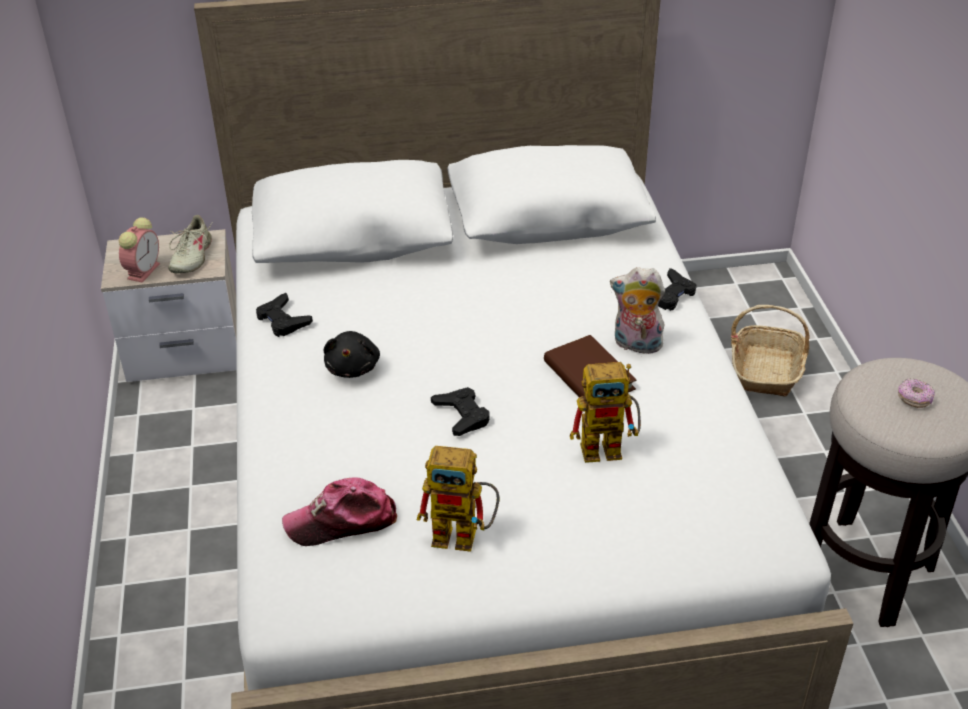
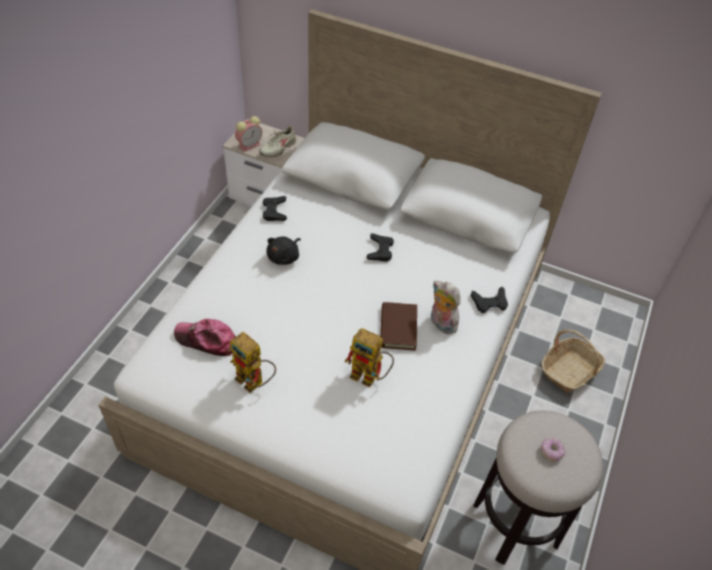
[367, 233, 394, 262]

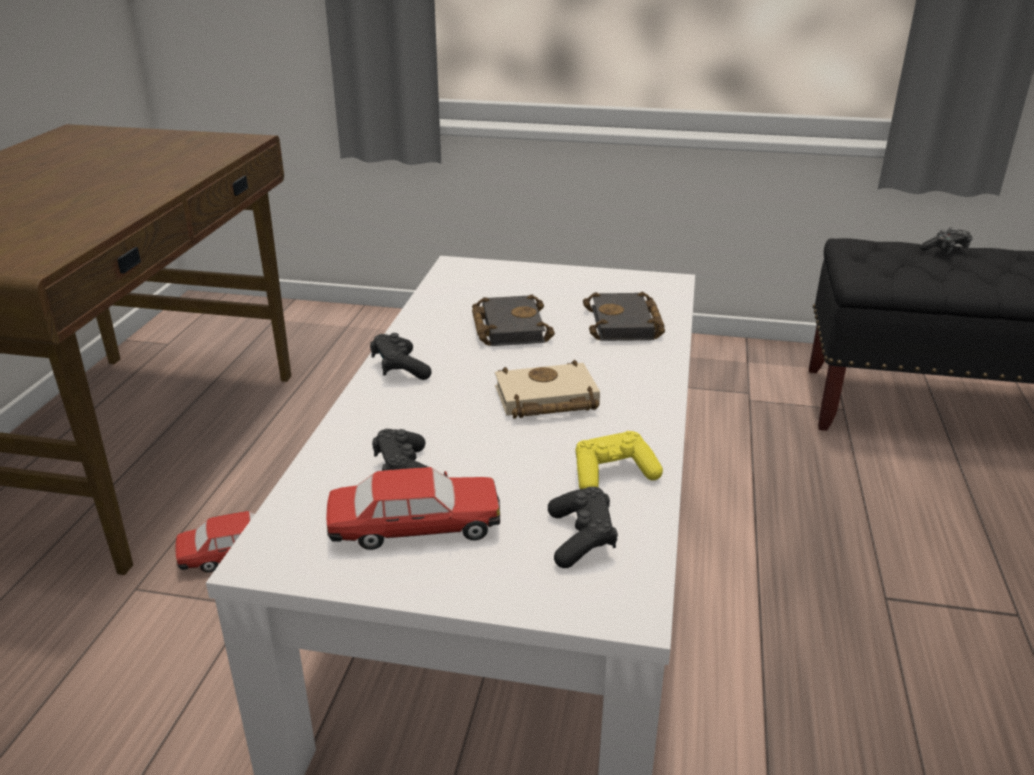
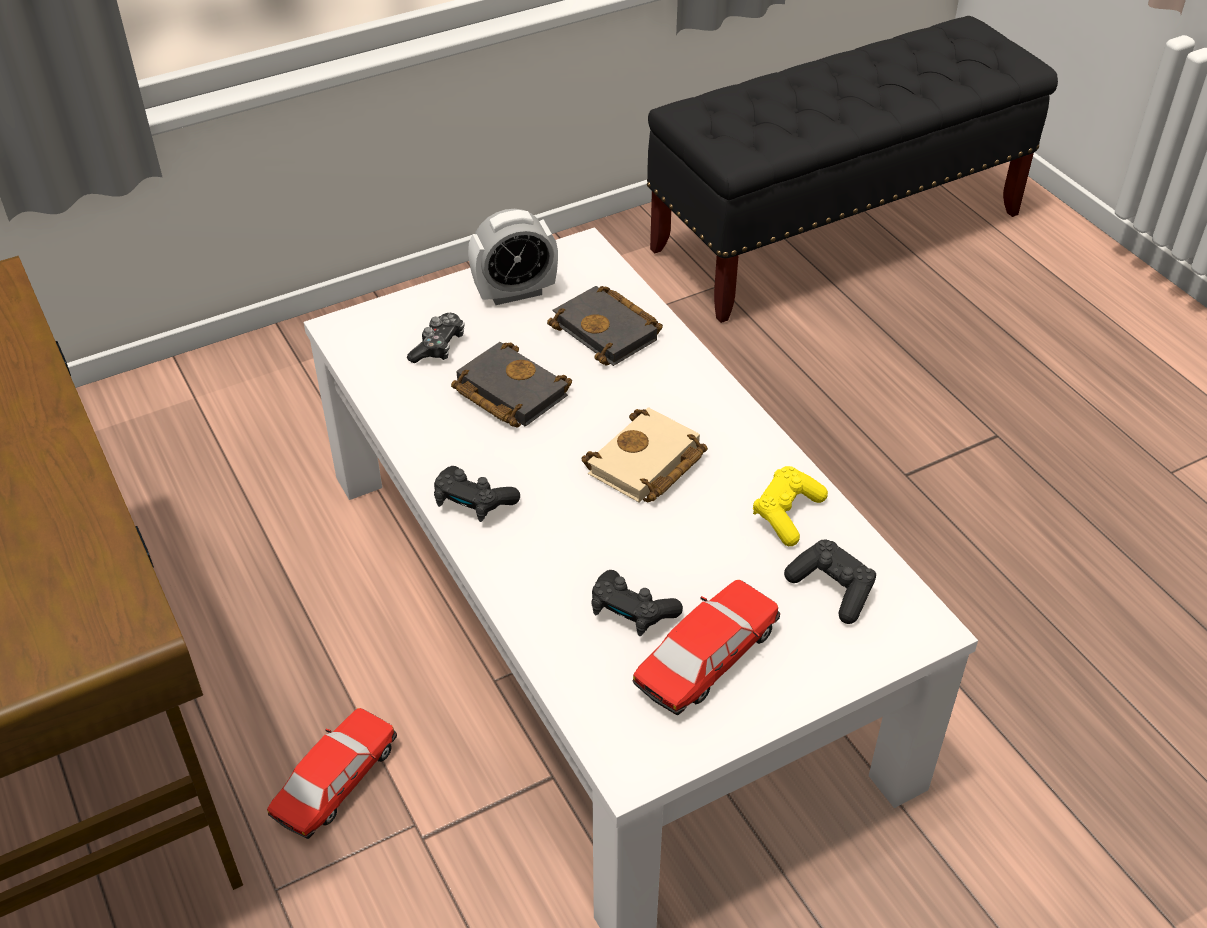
[407, 313, 465, 363]
[468, 209, 558, 305]

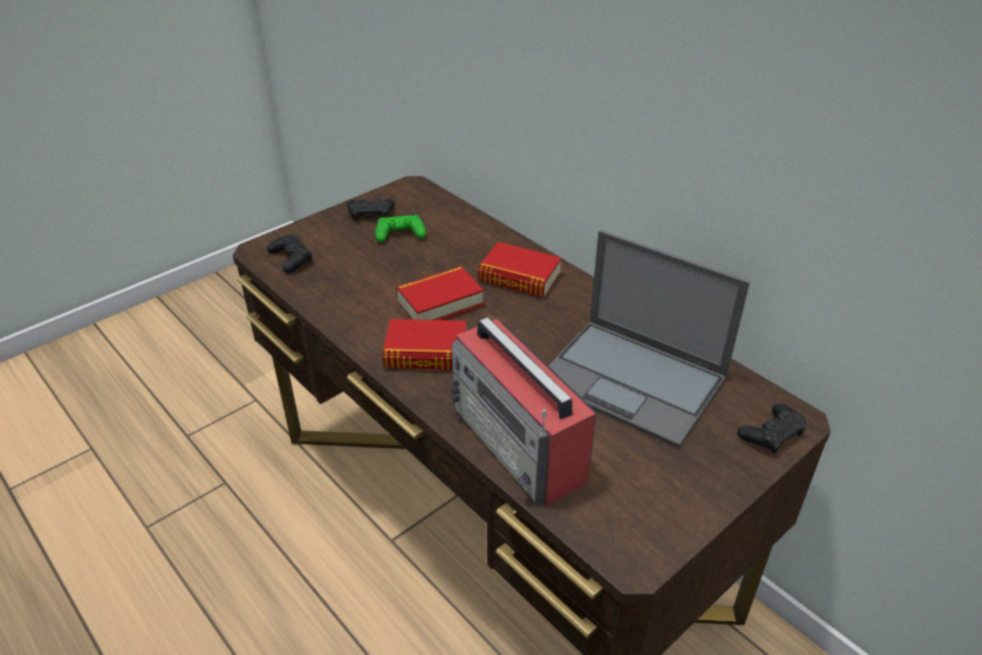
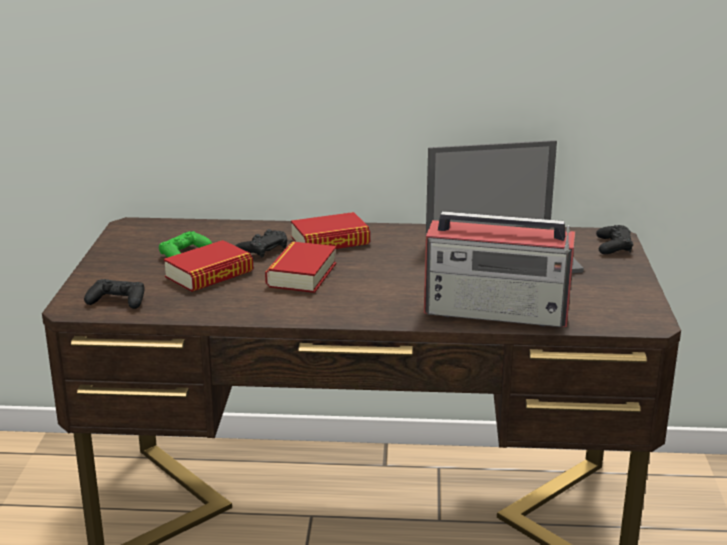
[164, 240, 253, 292]
[235, 229, 287, 258]

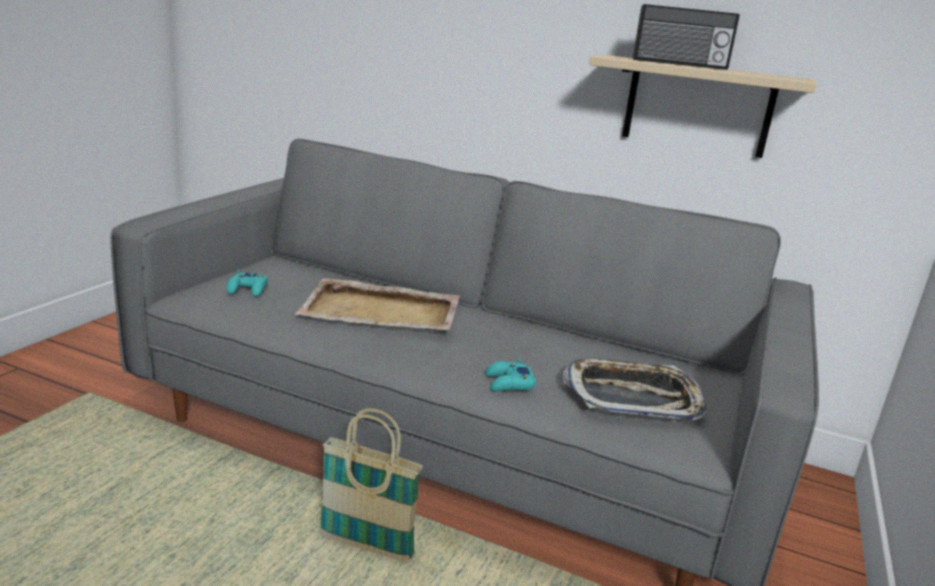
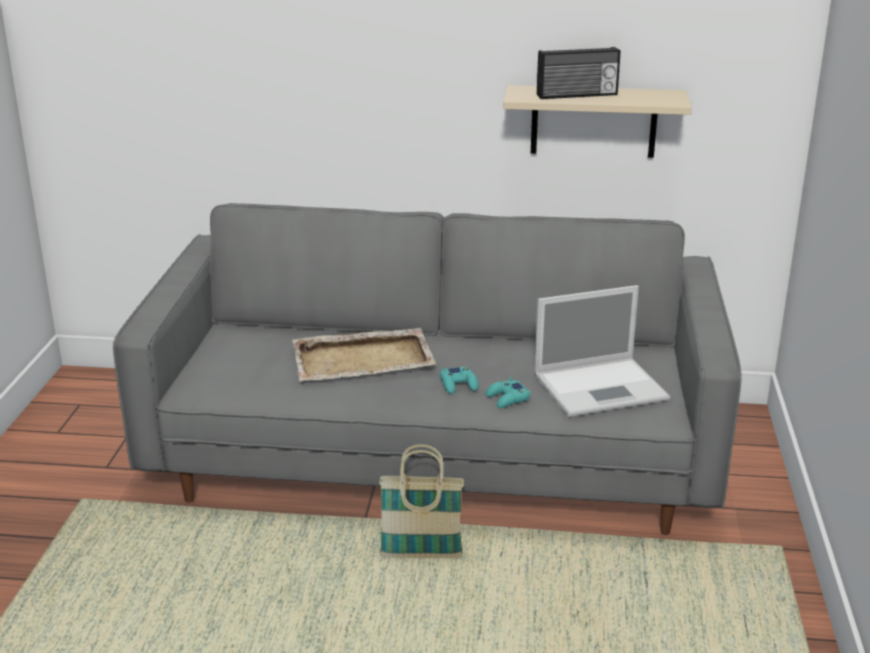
[440, 367, 478, 394]
[534, 285, 670, 417]

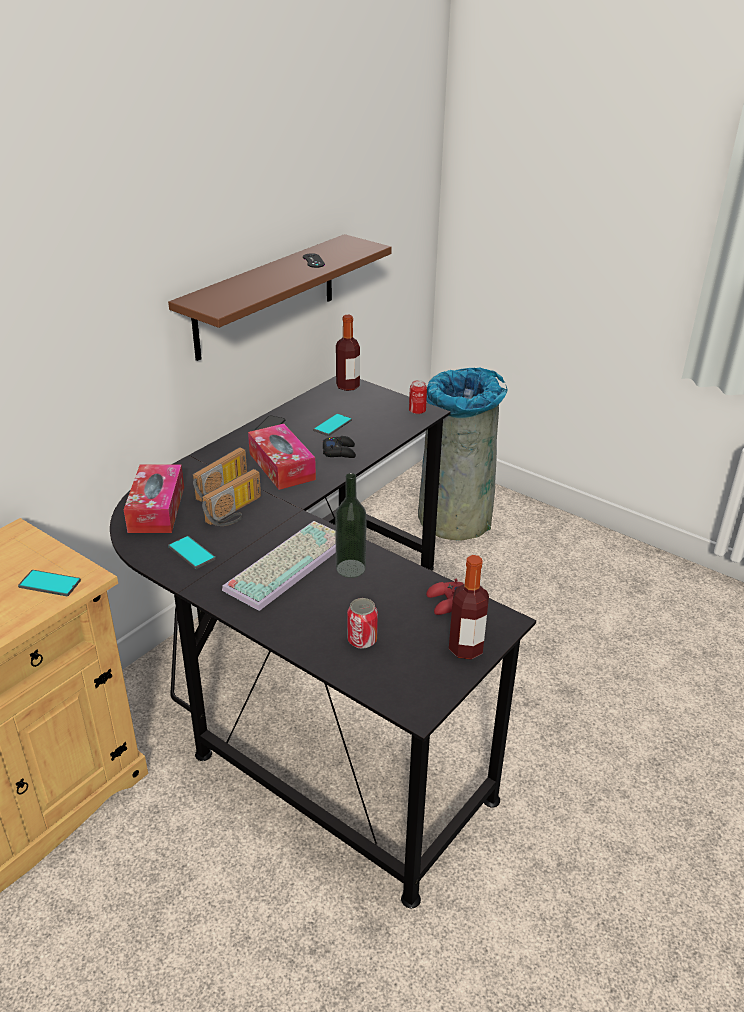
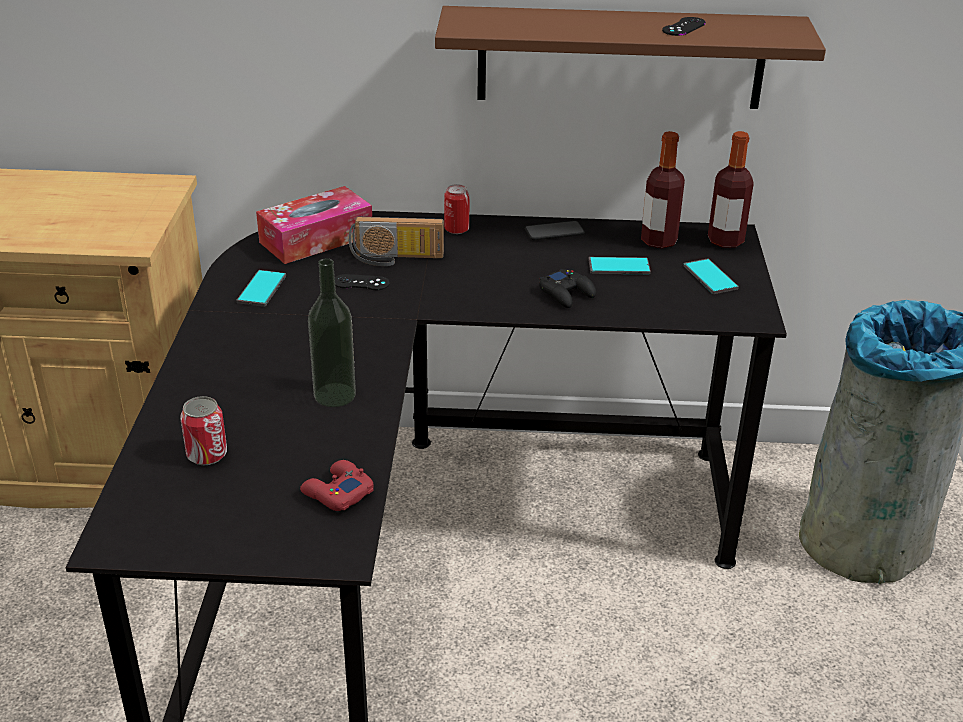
[335, 274, 390, 290]
[444, 184, 469, 234]
[641, 131, 685, 249]
[683, 258, 739, 294]
[222, 521, 336, 611] (first image)
[248, 424, 316, 490] (first image)

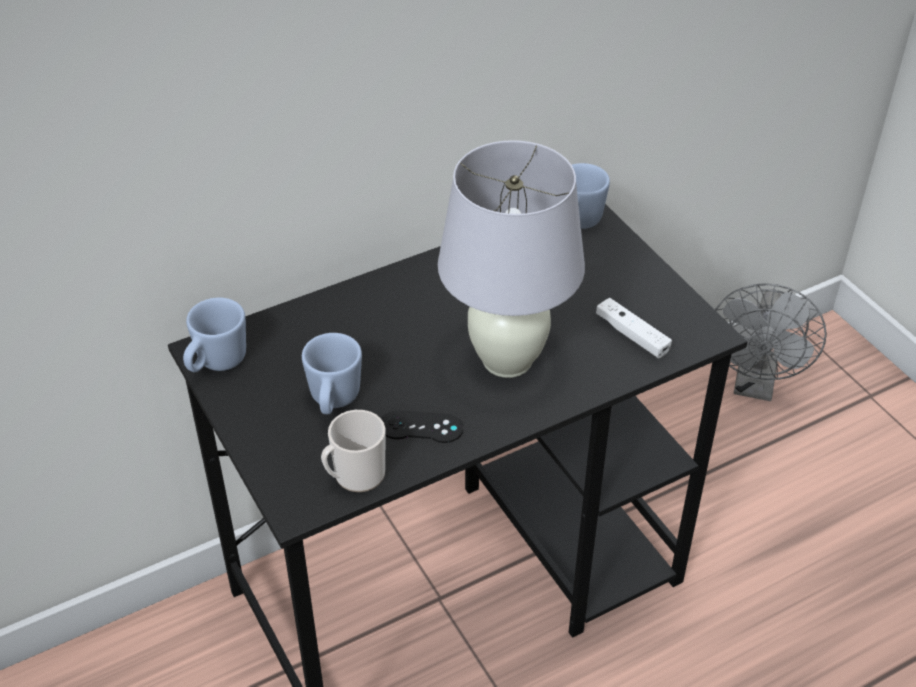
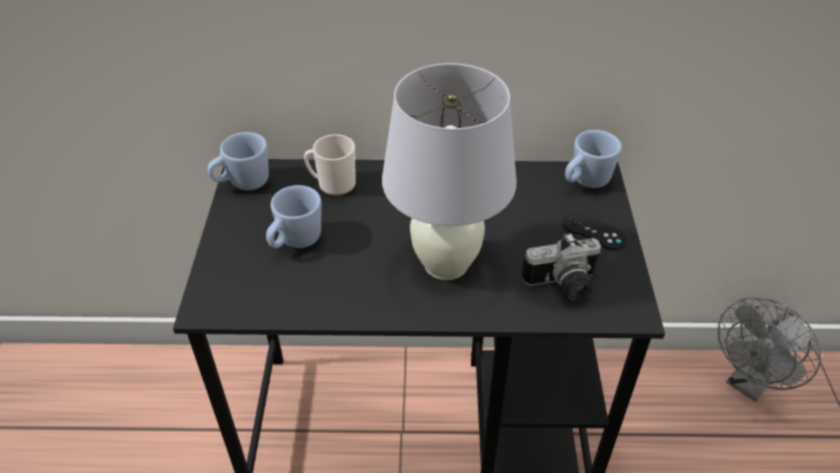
[304, 134, 356, 196]
[522, 233, 601, 301]
[562, 213, 627, 250]

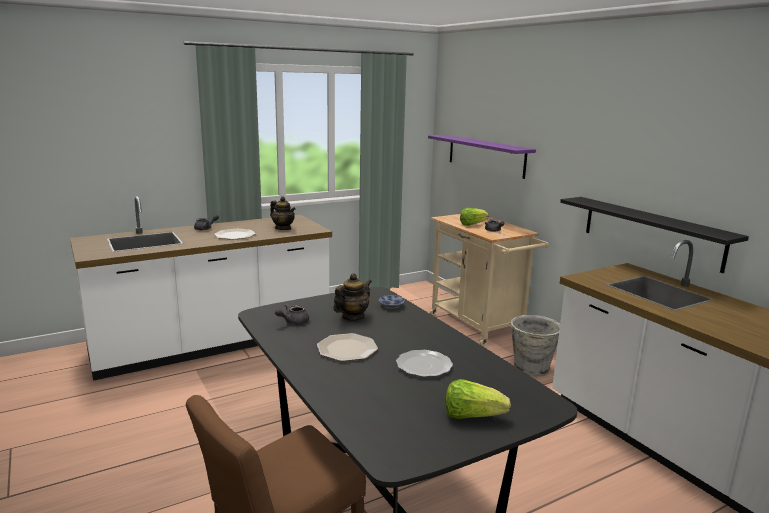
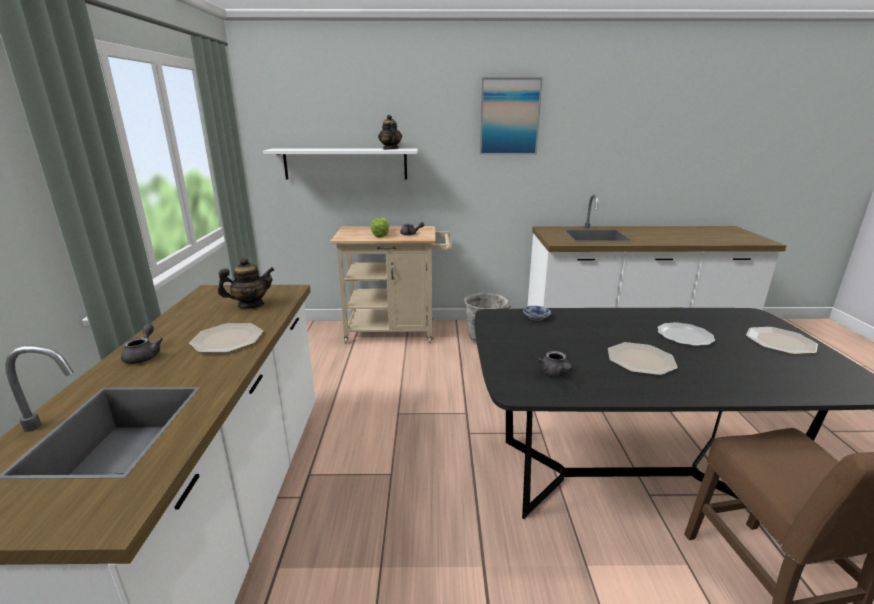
[263, 148, 418, 180]
[378, 115, 402, 150]
[479, 77, 543, 155]
[746, 327, 818, 354]
[560, 197, 749, 273] (first image)

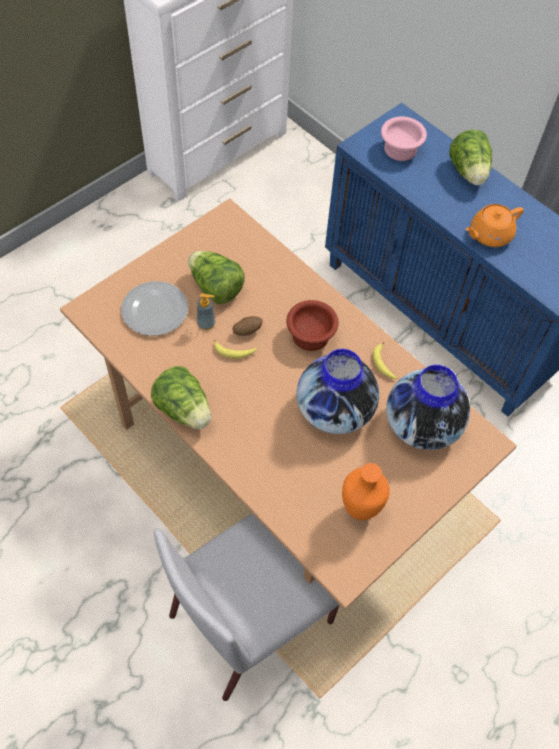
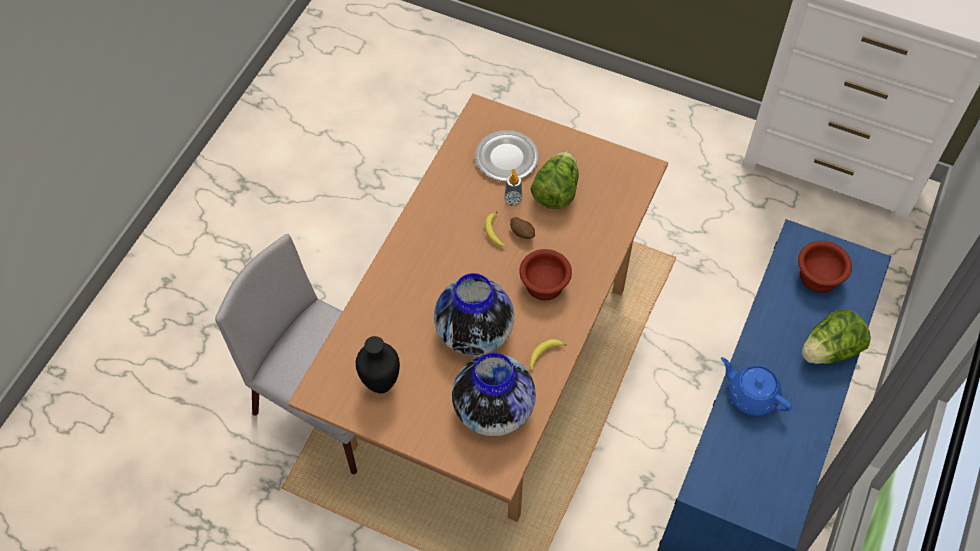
[356, 336, 400, 394]
[721, 357, 792, 416]
[798, 241, 852, 293]
[151, 366, 211, 429] (first image)

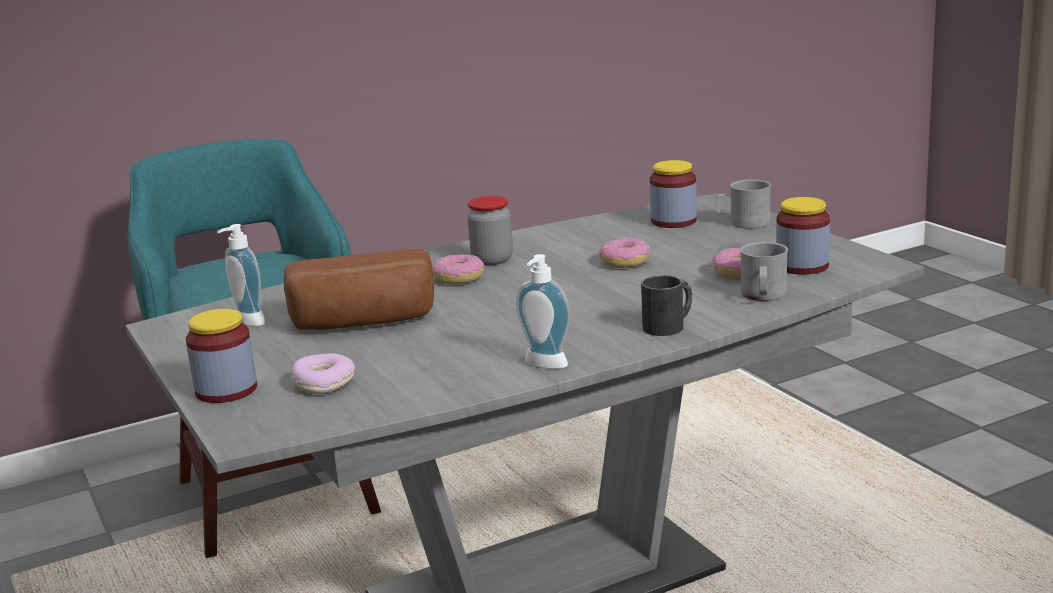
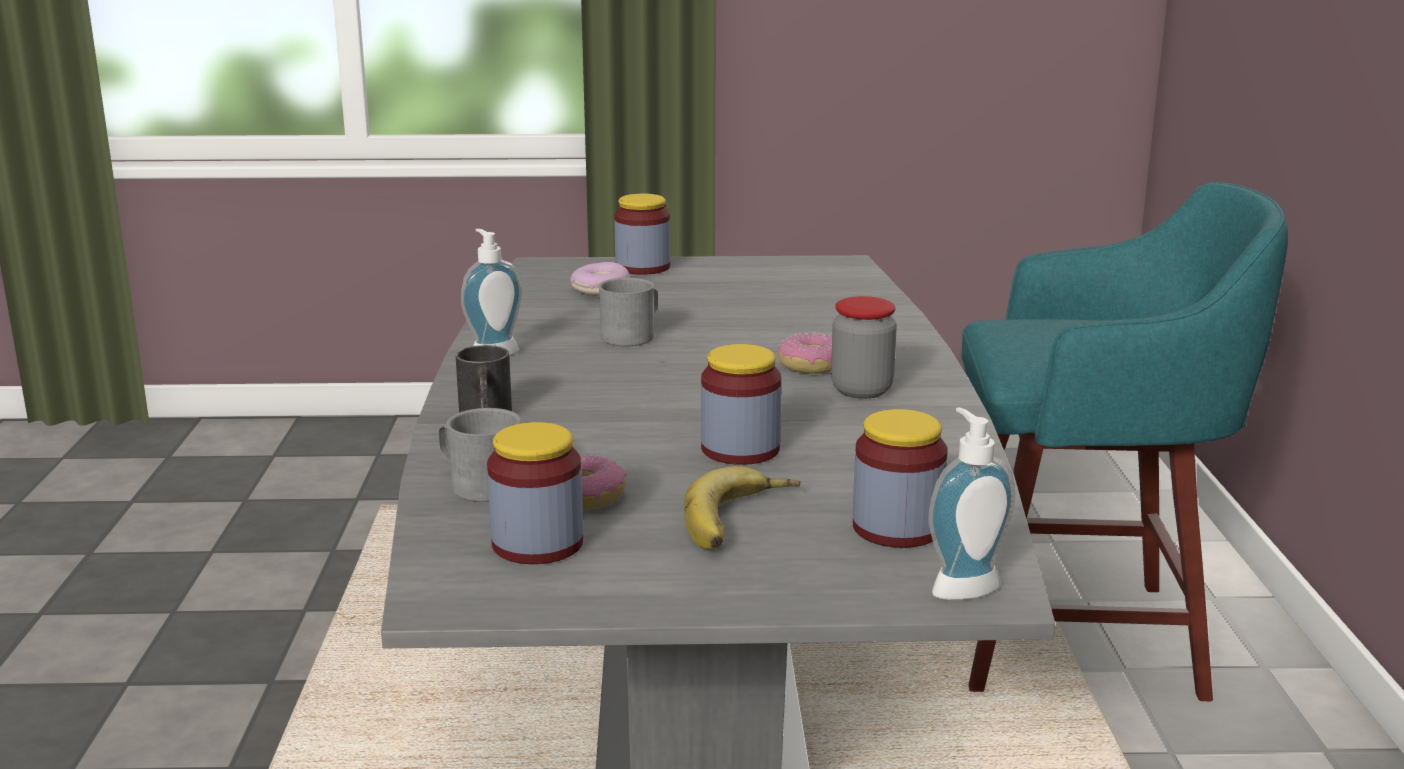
[598, 278, 658, 346]
[684, 466, 801, 549]
[701, 344, 782, 465]
[928, 407, 1015, 600]
[283, 249, 434, 330] (first image)

